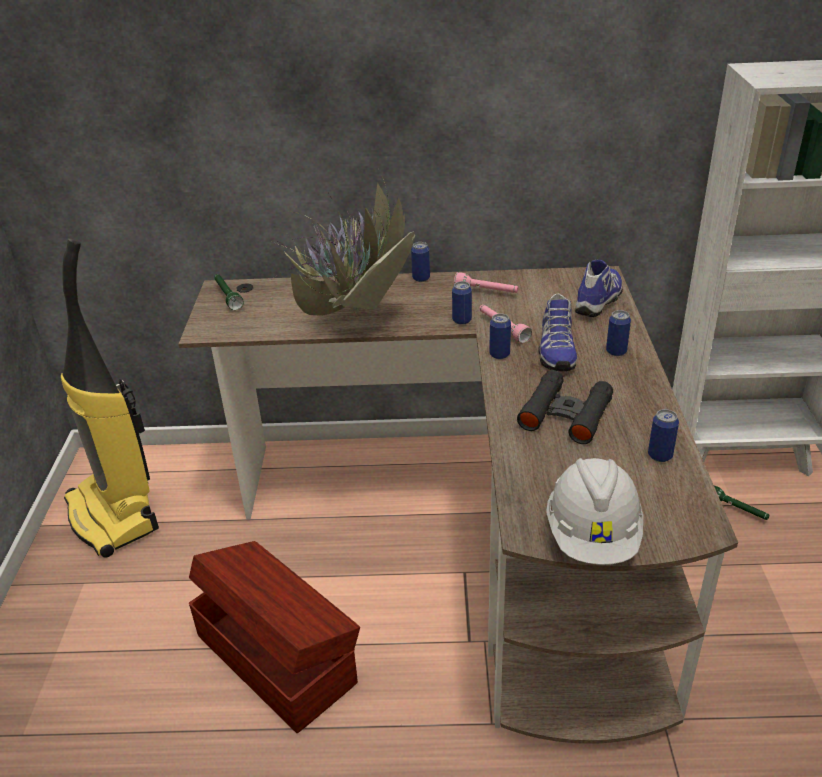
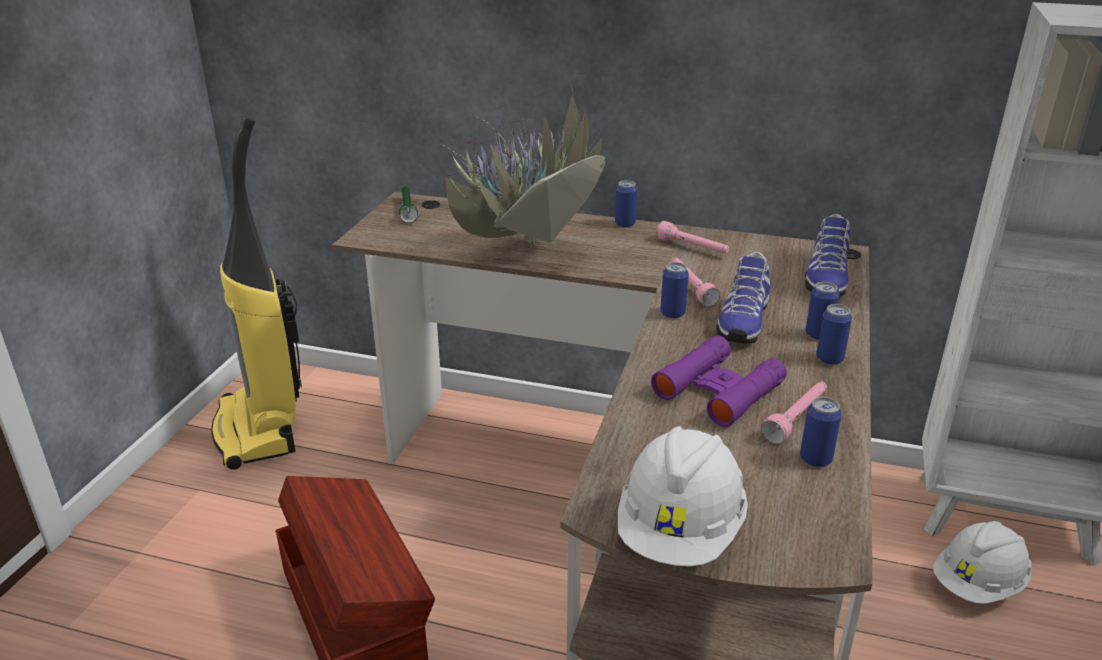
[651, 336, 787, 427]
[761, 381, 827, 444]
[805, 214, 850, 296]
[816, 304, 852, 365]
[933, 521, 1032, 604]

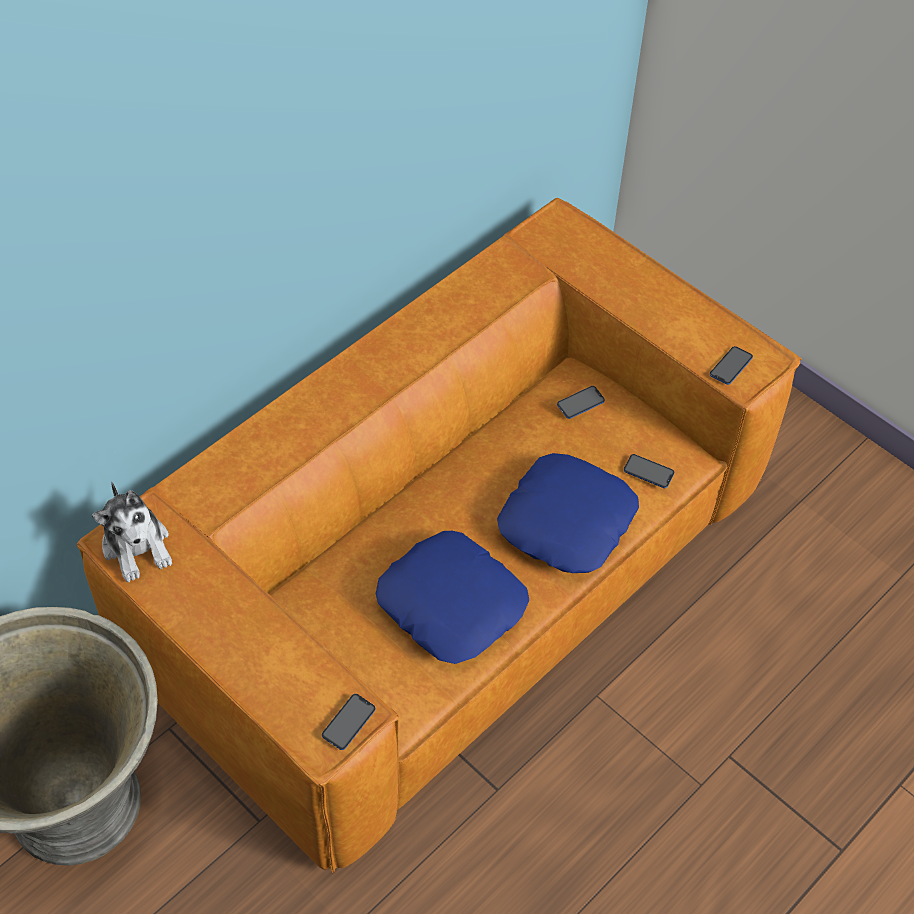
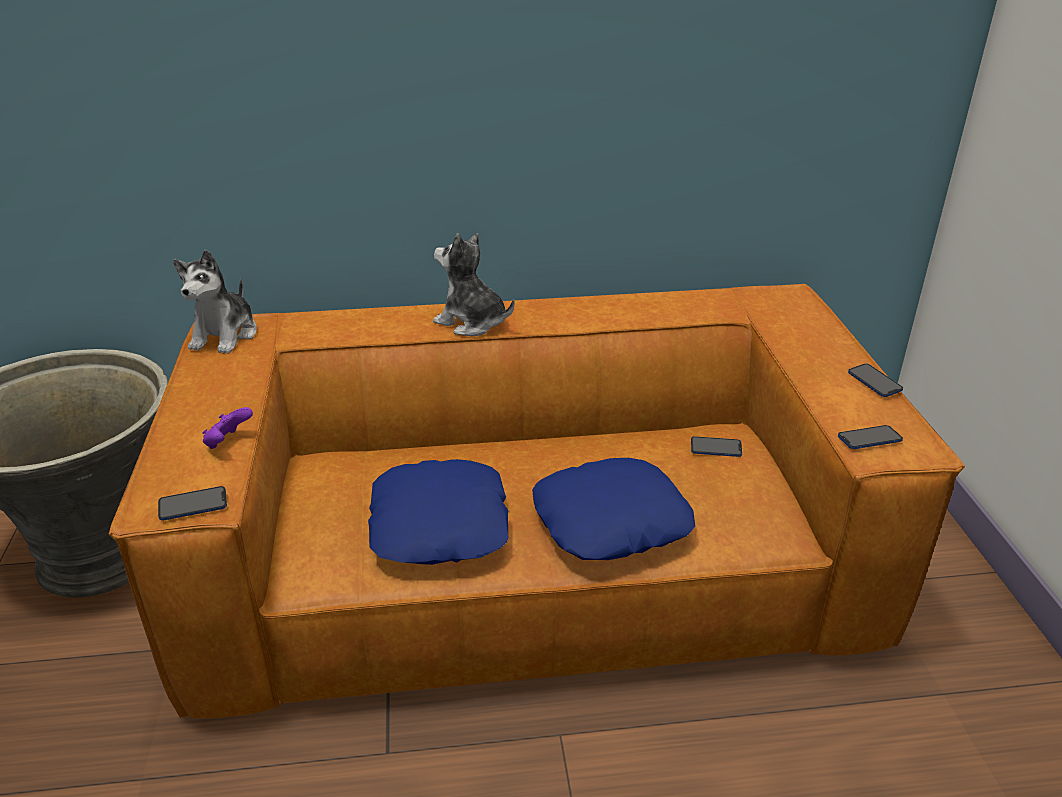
[202, 407, 253, 449]
[433, 233, 515, 336]
[848, 364, 903, 397]

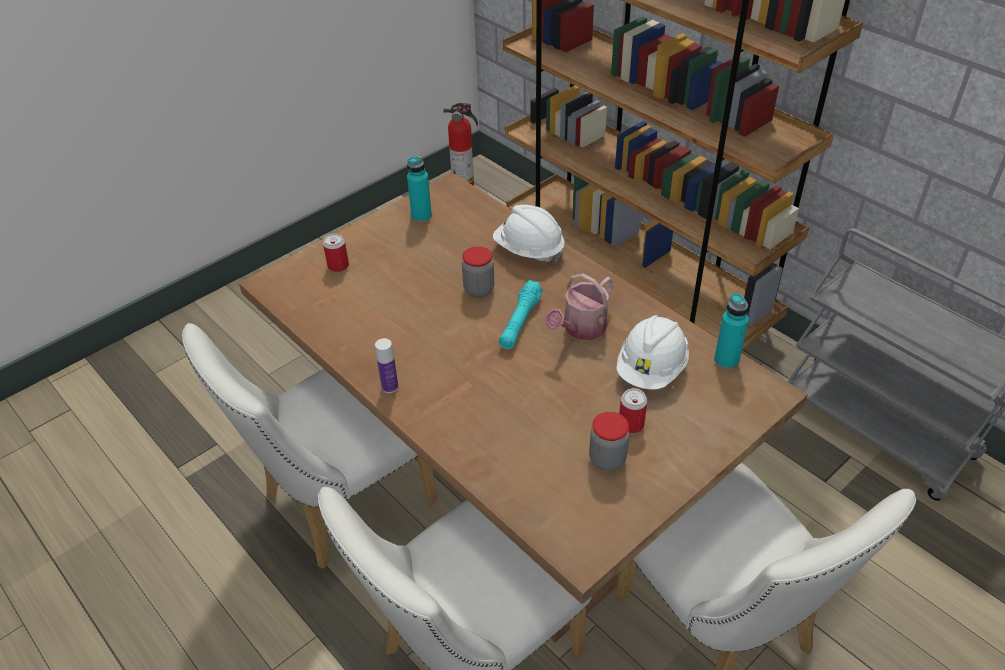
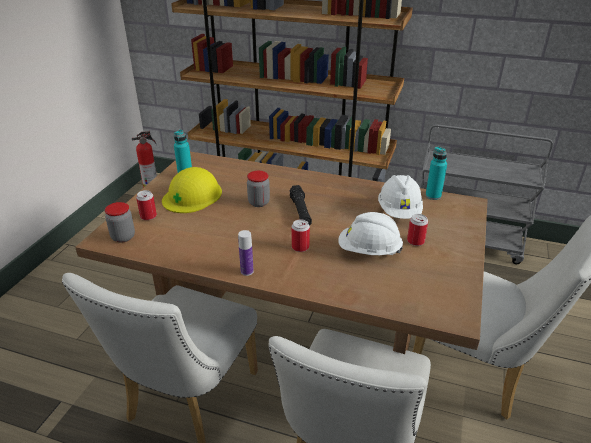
[105, 202, 135, 243]
[162, 167, 222, 213]
[290, 185, 312, 226]
[292, 219, 310, 252]
[338, 212, 403, 255]
[545, 273, 613, 340] (first image)

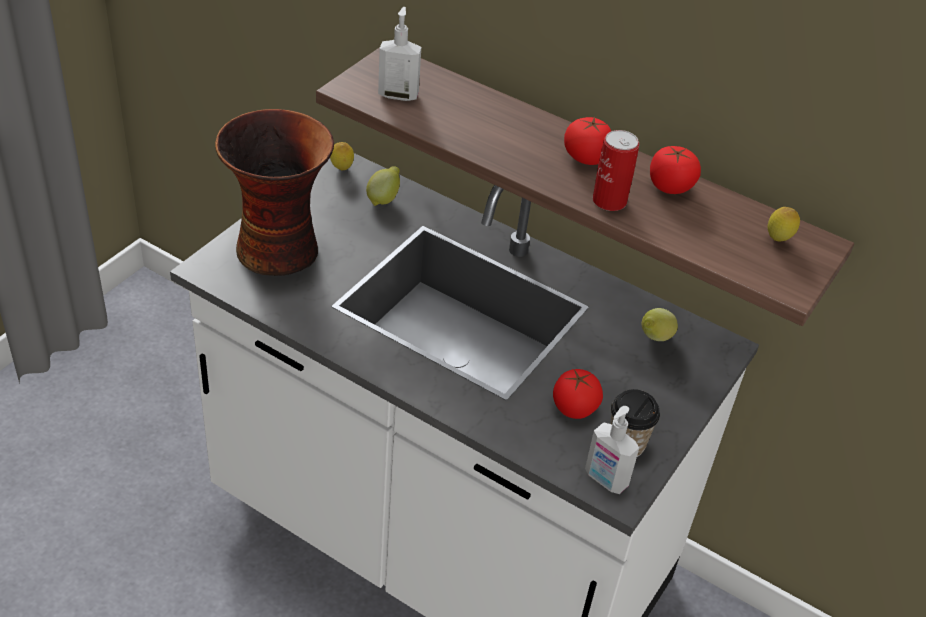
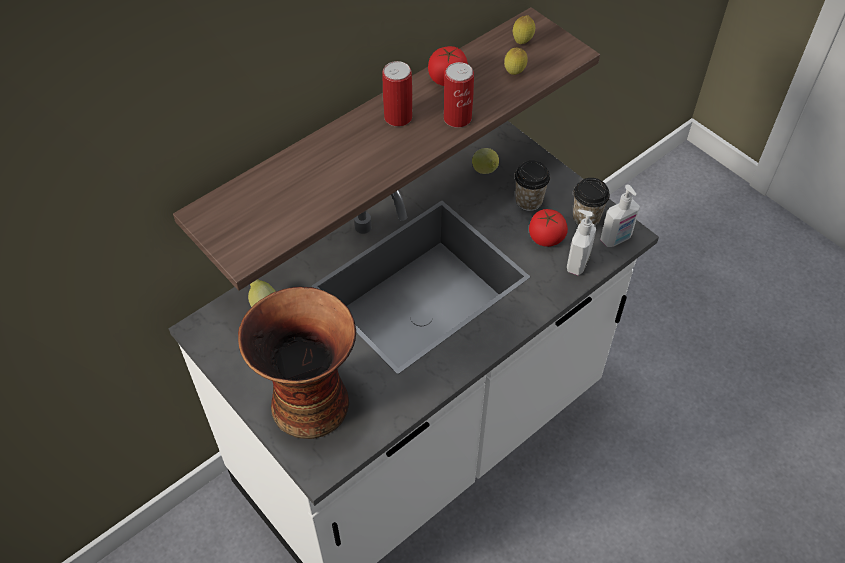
[383, 61, 412, 126]
[504, 48, 528, 75]
[515, 161, 550, 211]
[567, 209, 596, 276]

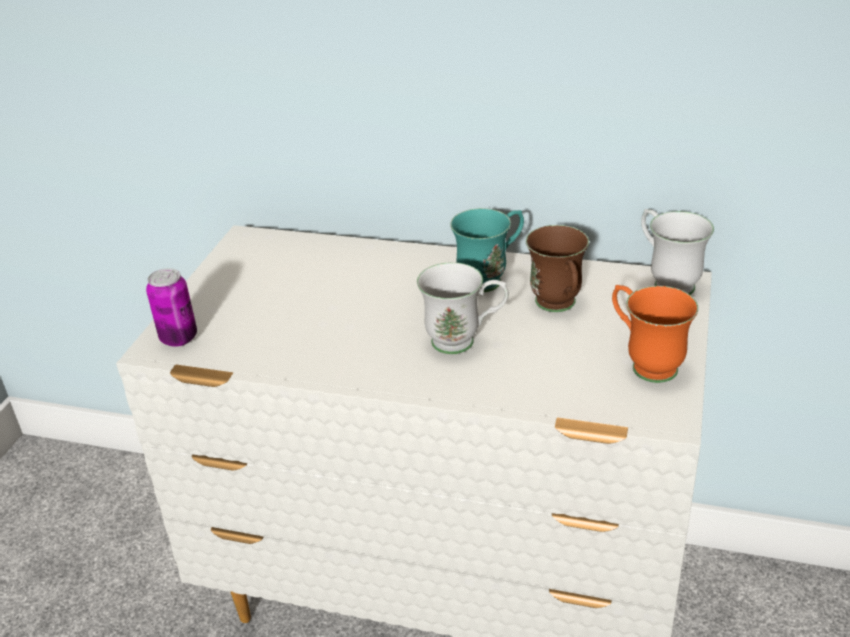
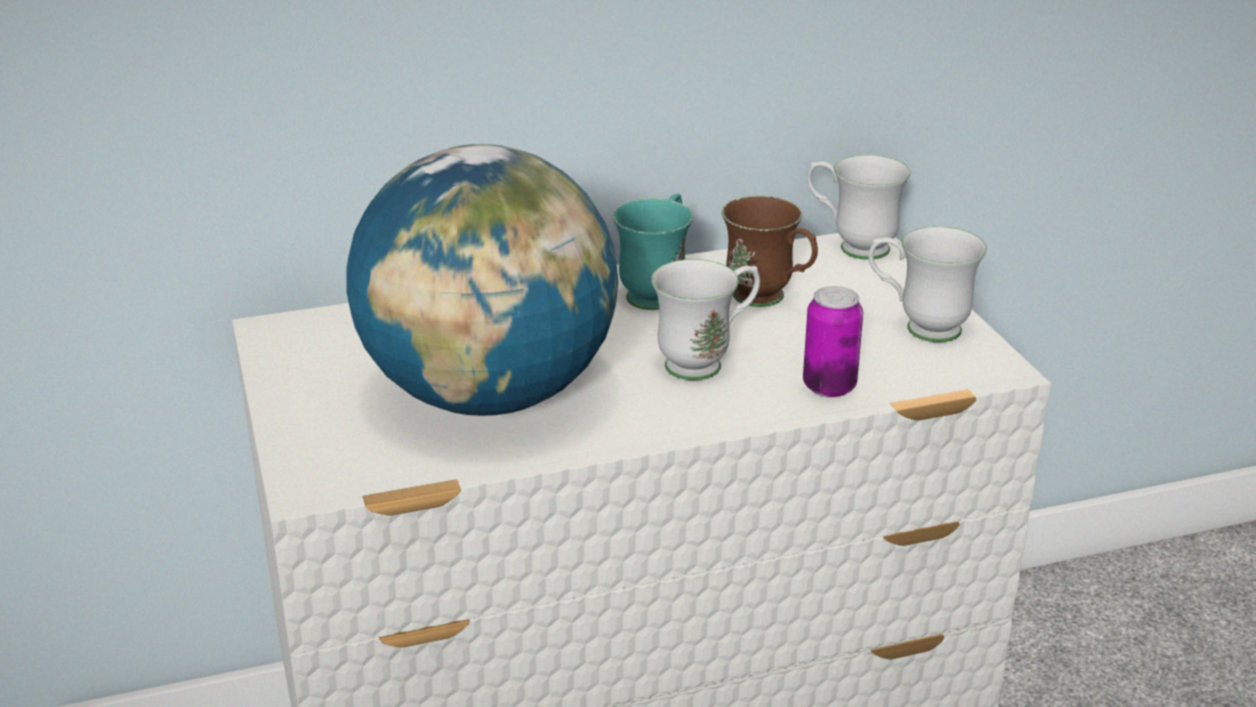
[346, 144, 618, 416]
[803, 286, 863, 397]
[868, 226, 987, 342]

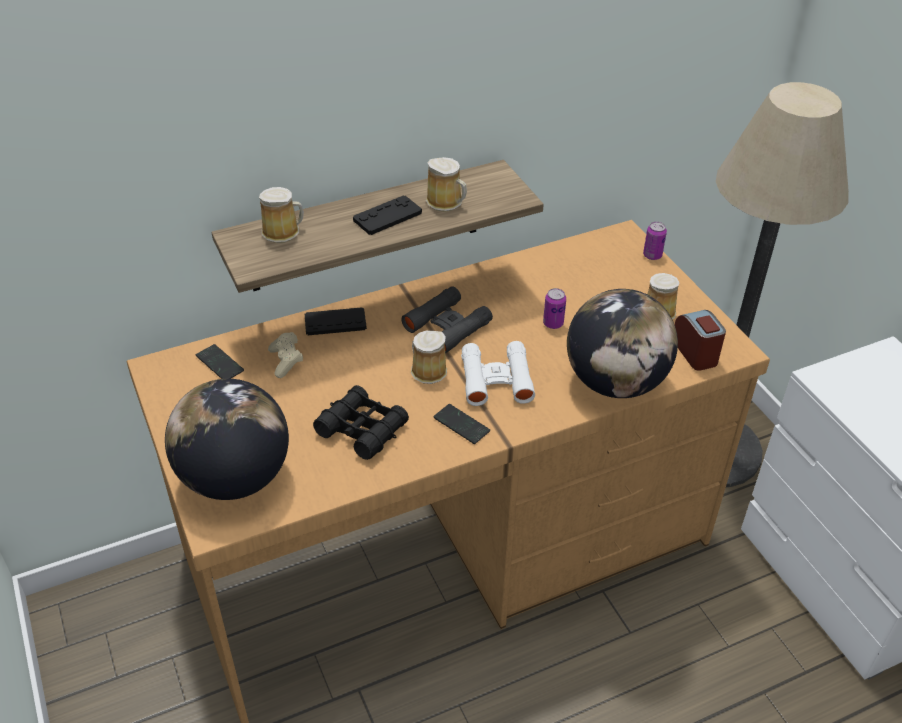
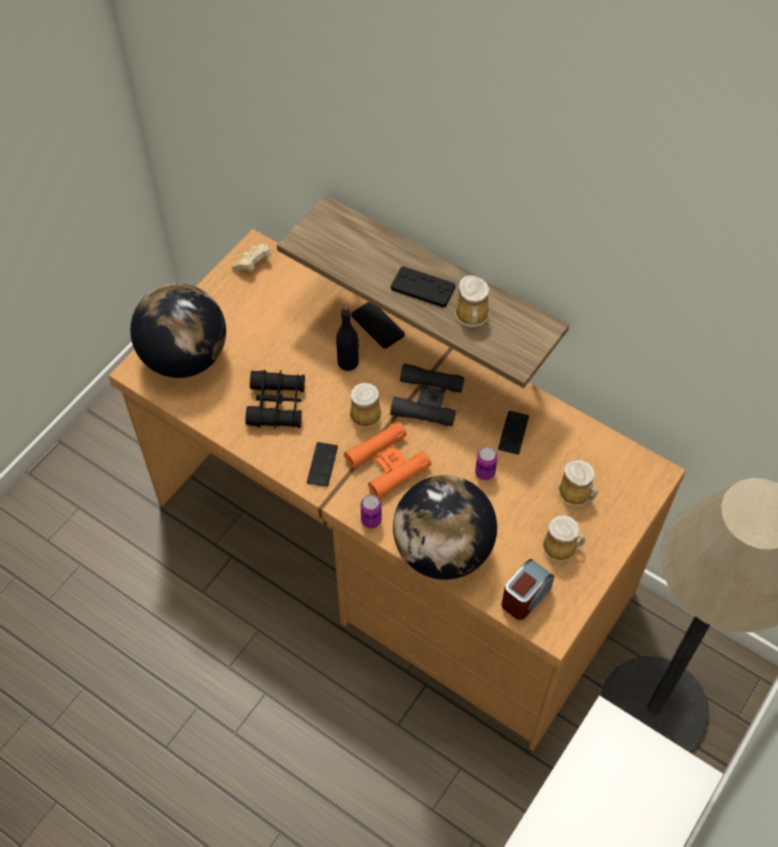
[232, 244, 271, 272]
[336, 305, 359, 371]
[344, 422, 431, 499]
[360, 494, 382, 528]
[498, 411, 529, 455]
[558, 460, 598, 506]

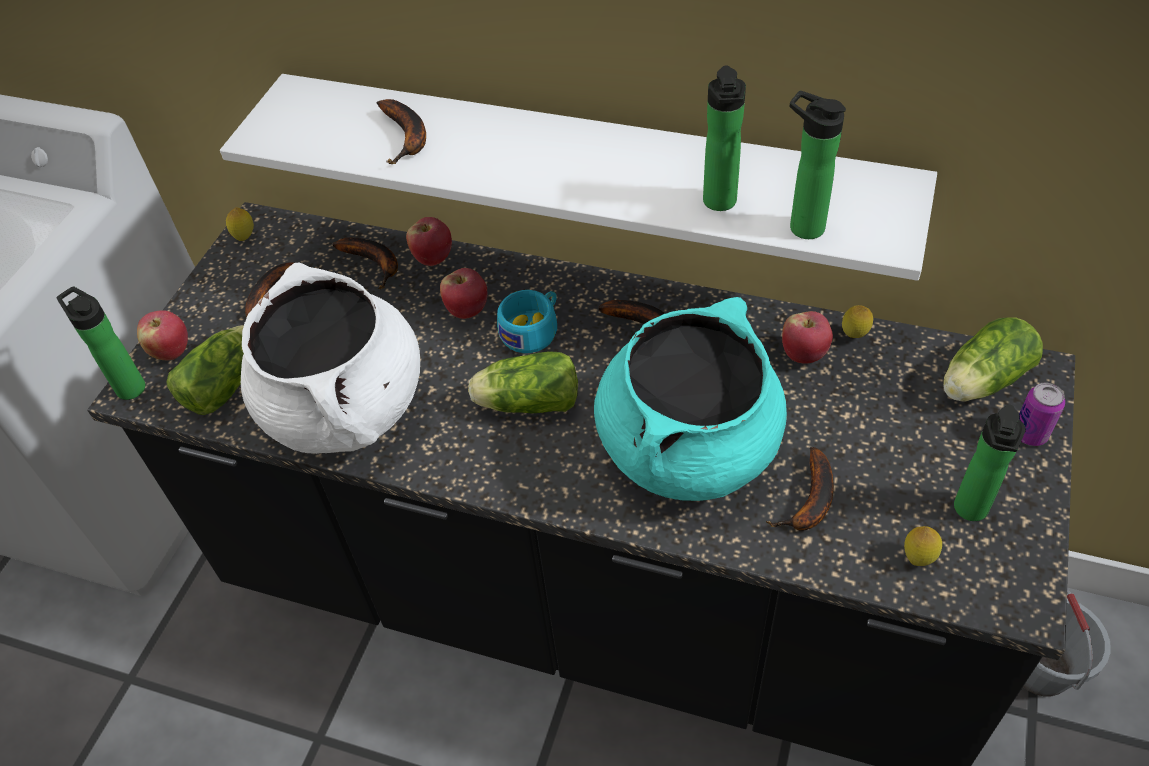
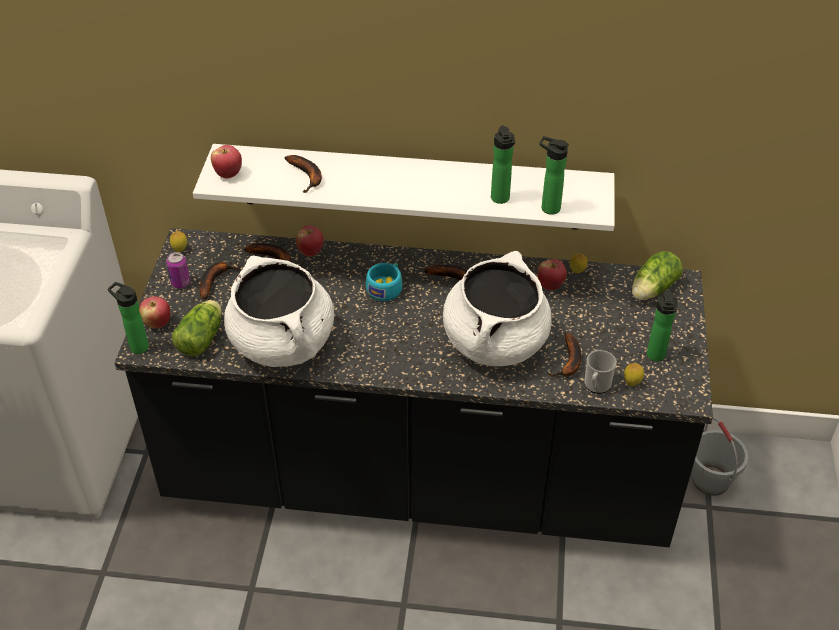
[166, 252, 190, 289]
[211, 145, 242, 178]
[443, 251, 551, 366]
[584, 350, 617, 394]
[468, 351, 578, 414] (first image)

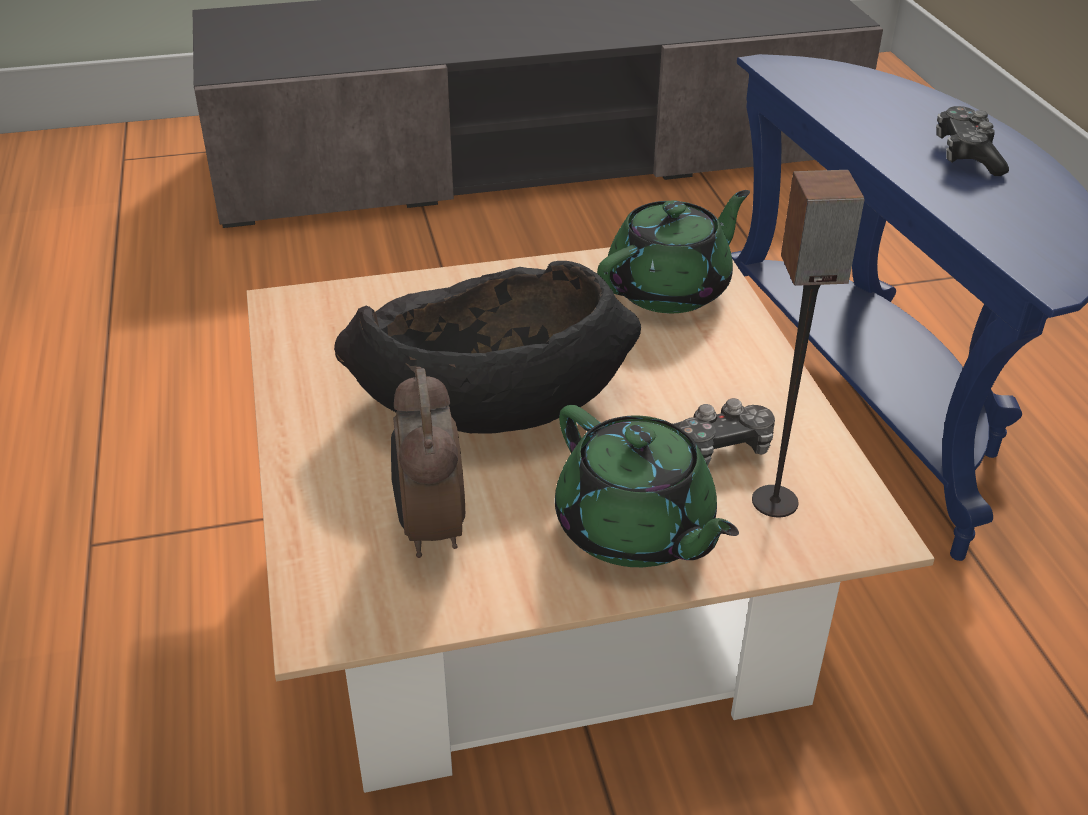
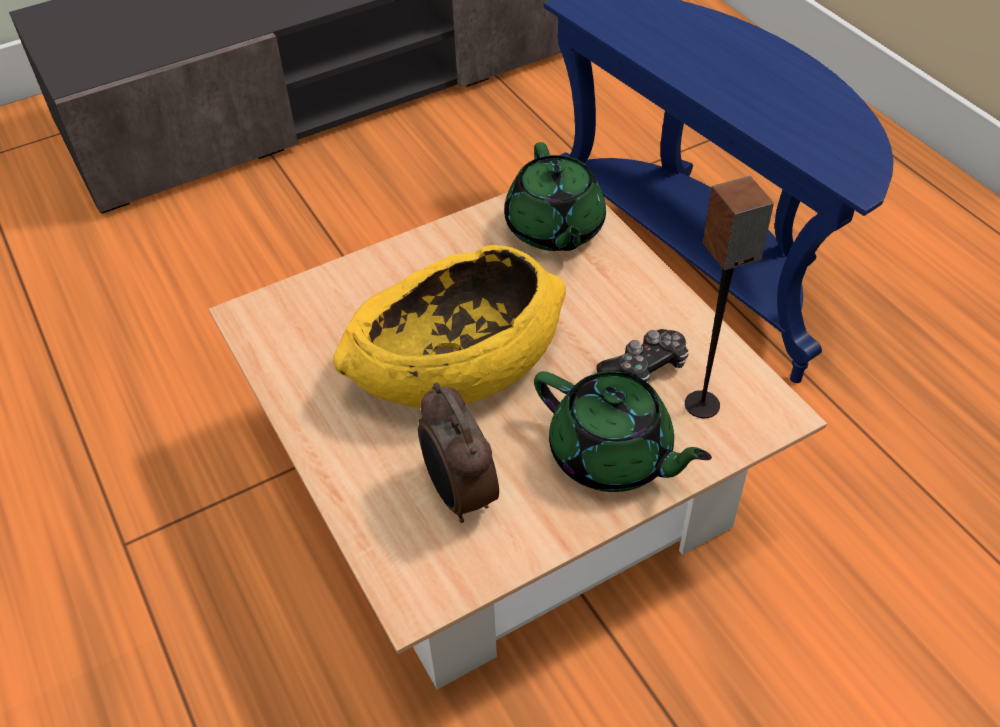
[333, 245, 566, 408]
[504, 142, 606, 251]
[936, 106, 1009, 176] (first image)

